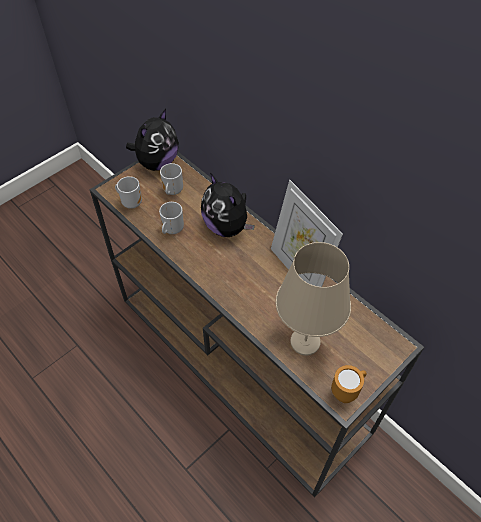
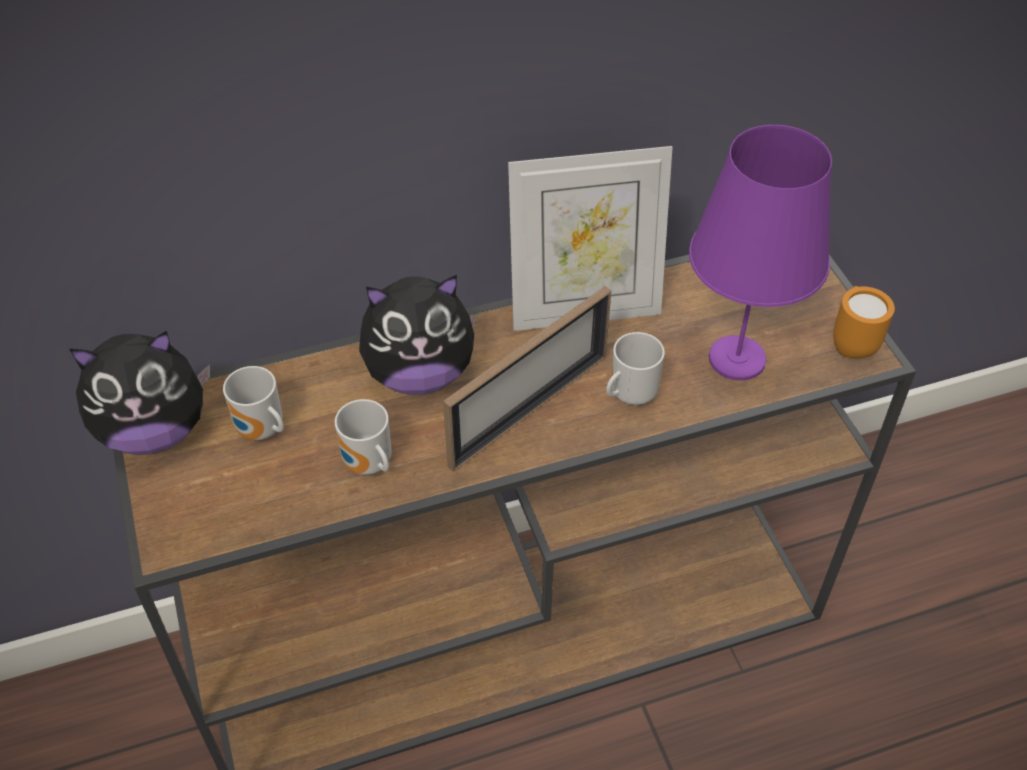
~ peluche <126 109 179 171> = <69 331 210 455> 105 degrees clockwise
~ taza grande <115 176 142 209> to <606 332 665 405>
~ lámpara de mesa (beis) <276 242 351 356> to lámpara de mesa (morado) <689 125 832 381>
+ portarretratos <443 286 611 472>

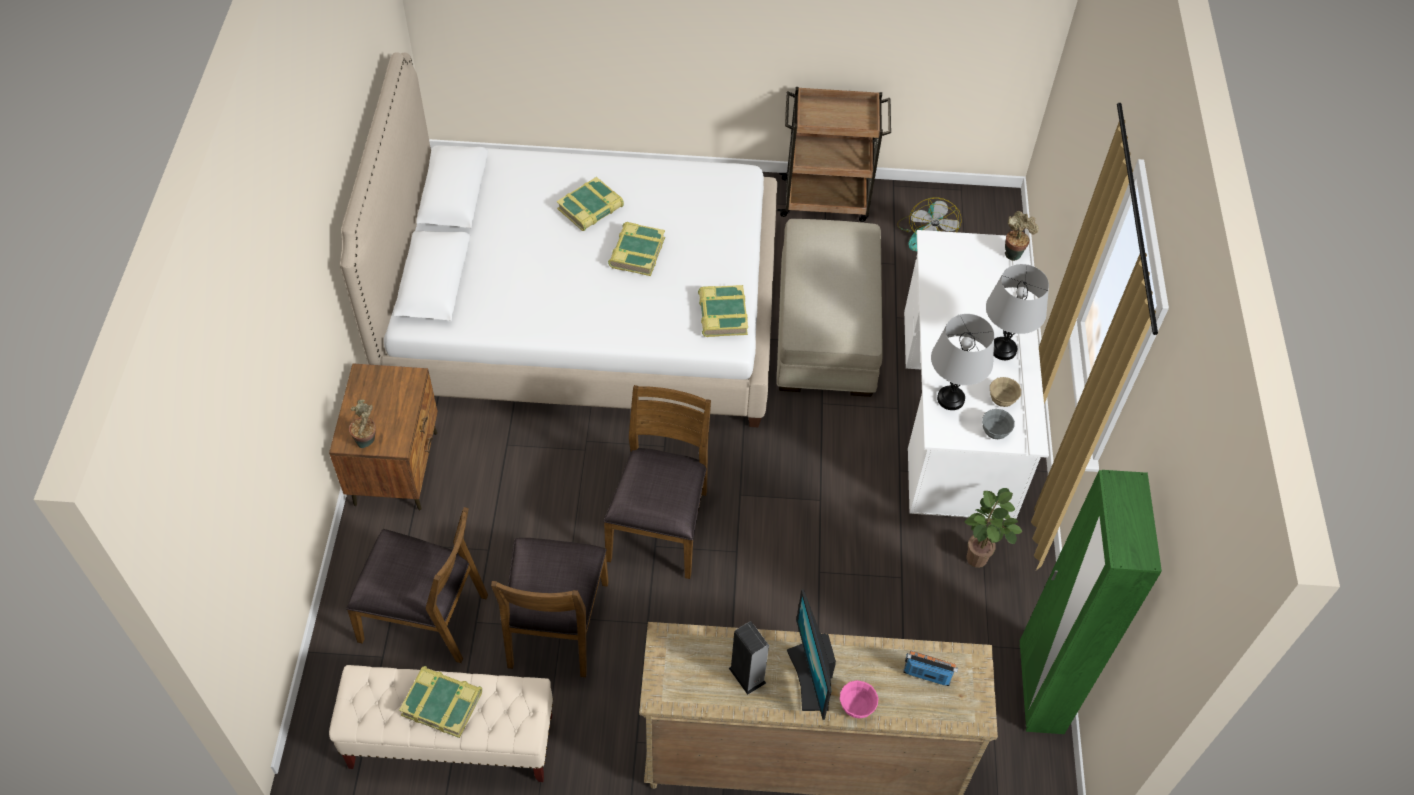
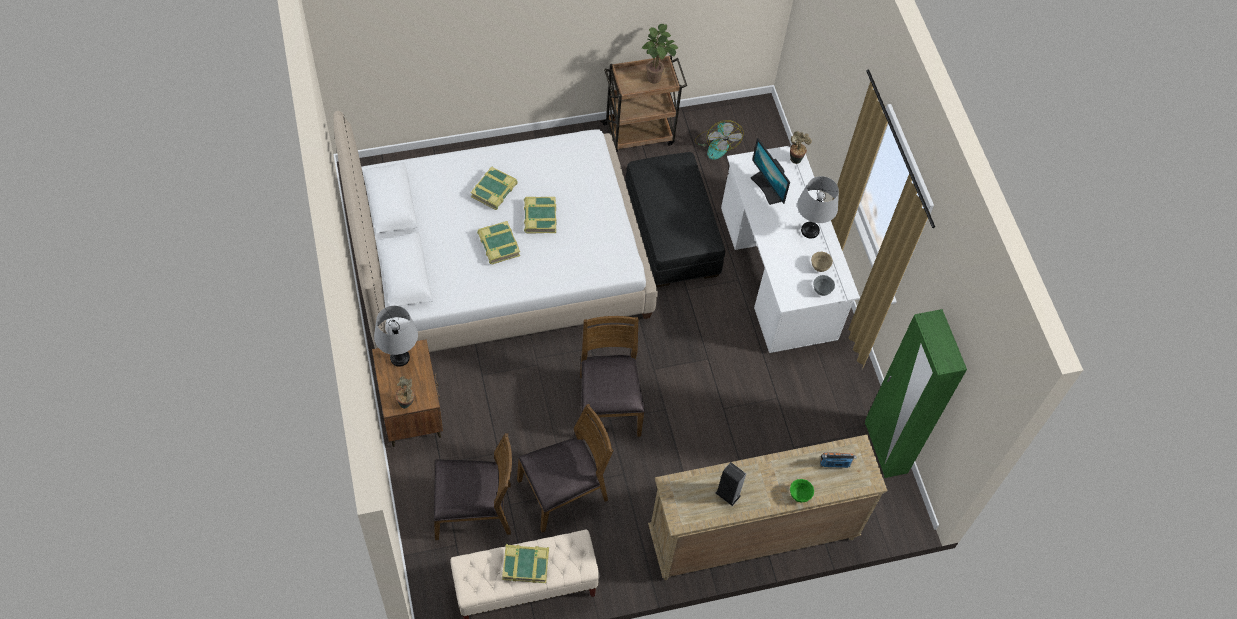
~ puf (beis) <777 219 883 397> to puf (negro) <625 152 725 287>
~ libro <698 285 748 337> to <477 221 520 264>
~ lámpara de mesa (gris) <931 314 994 410> to <374 306 418 367>
~ planta en maceta <964 488 1022 568> to <642 24 678 84>
~ silla (marrón) <491 538 609 678> = <517 404 613 533> 105 degrees counterclockwise
~ monitor <787 589 836 720> to <751 138 790 205>
~ cuenco (rosa) <840 680 878 719> to cuenco (verde) <790 479 814 502>

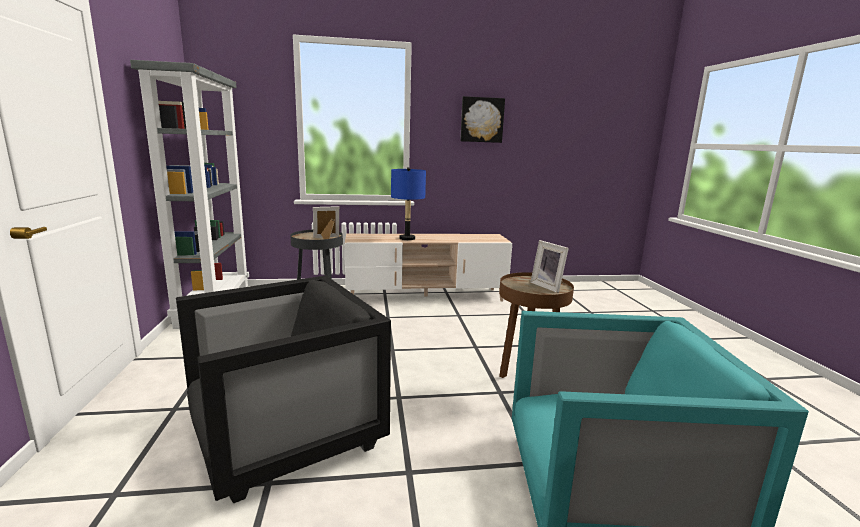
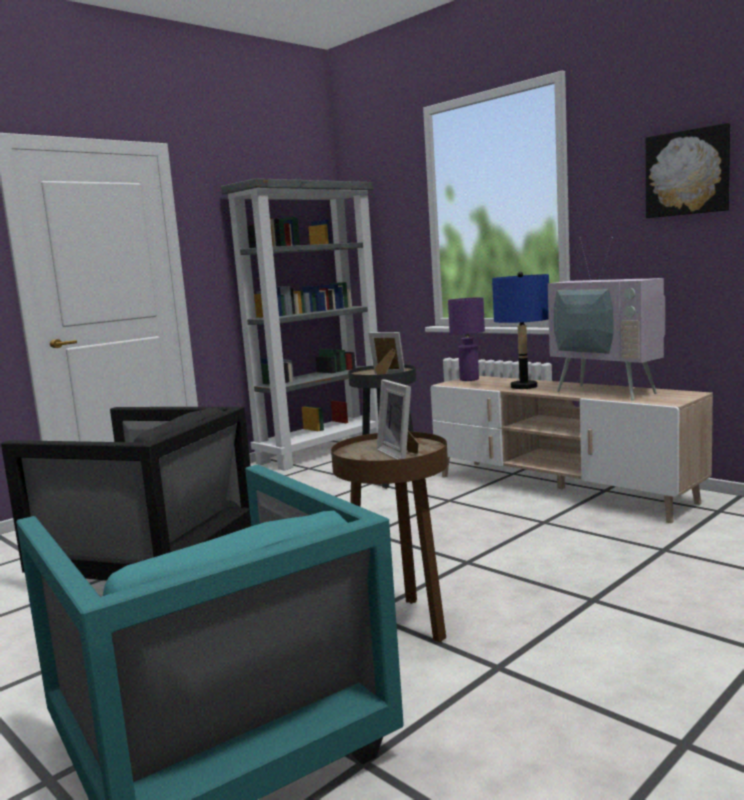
~ portarretratos <530 240 569 293> = <377 379 418 459> 45 degrees counterclockwise
+ televisor <548 237 665 401>
+ lámpara de mesa (morado) <448 297 485 381>

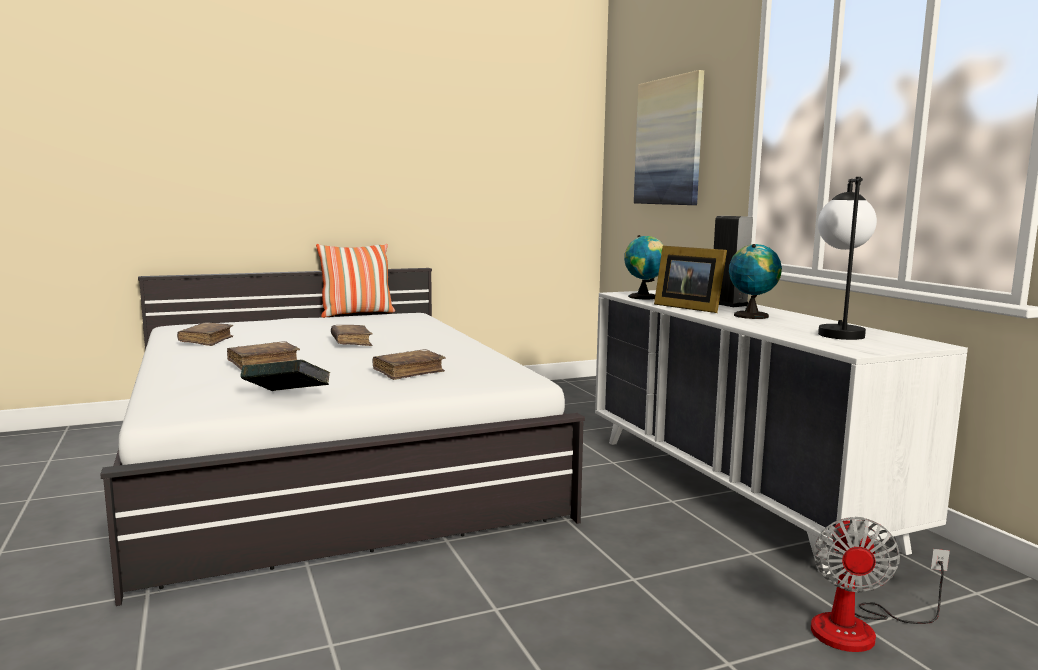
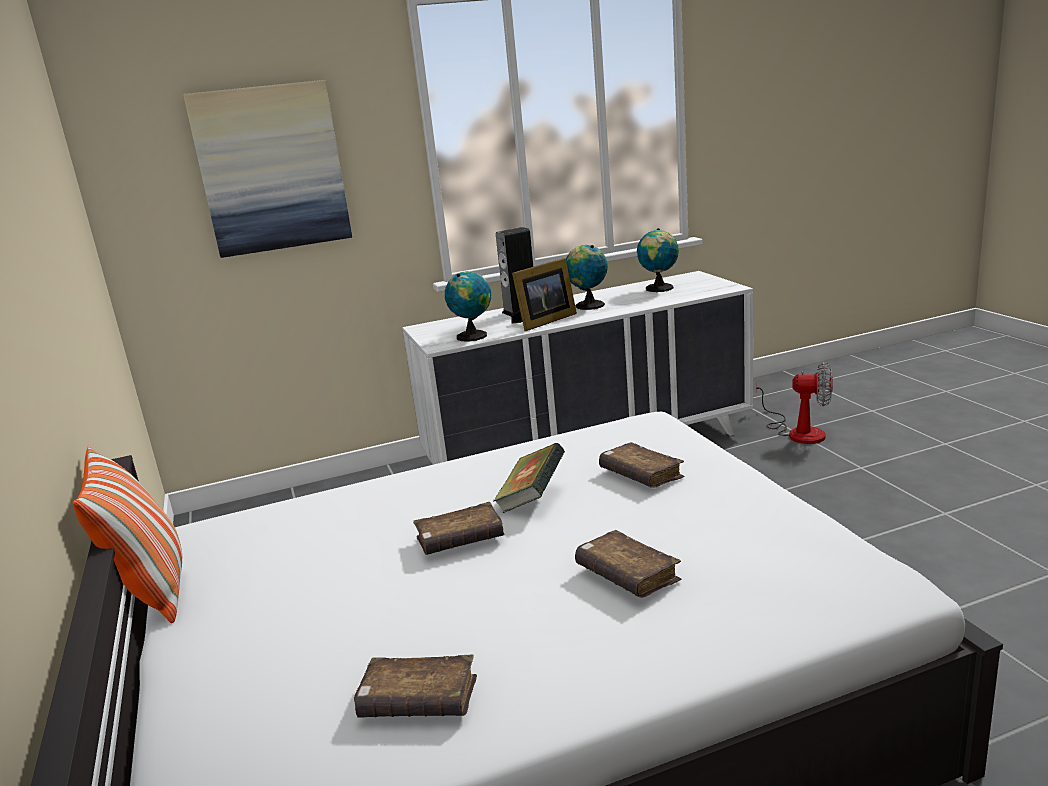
~ lámpara de mesa <818 177 877 340> to globo terráqueo <637 228 679 292>
~ libro <241 360 330 391> to <493 443 565 513>

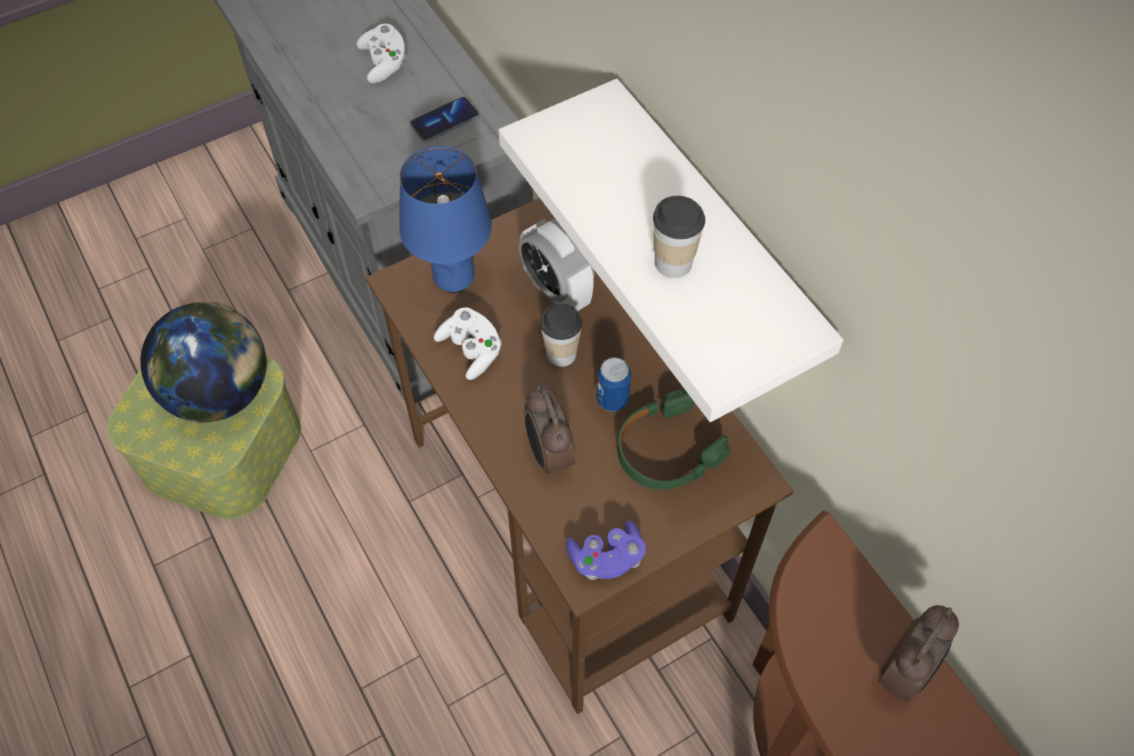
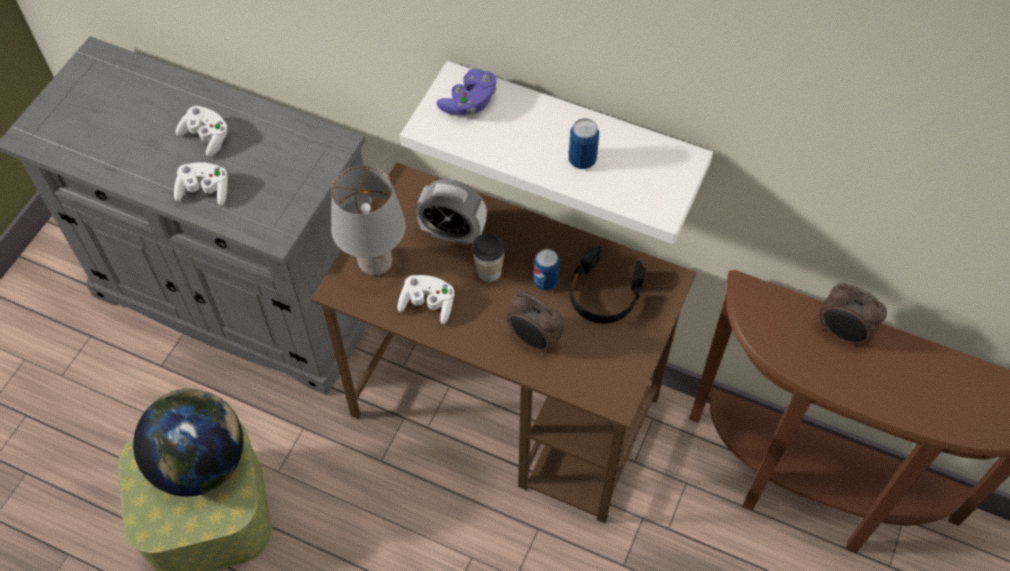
- móvil <410 97 479 142>
~ lámpara de mesa (azul) <399 146 492 293> to lámpara de mesa (gris) <331 165 406 276>
~ taza <653 196 705 278> to lata <568 119 599 169>
~ auriculares (verde) <618 389 730 490> to auriculares (negro) <570 246 646 324>
~ mando de consola (morado) <566 521 646 580> to <436 69 497 115>
~ despertador <878 605 959 702> = <819 284 887 347> 120 degrees clockwise
+ mando de consola (blanco) <174 162 228 206>

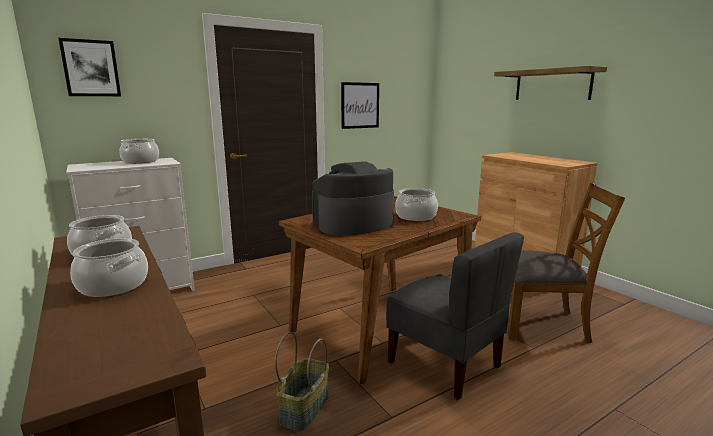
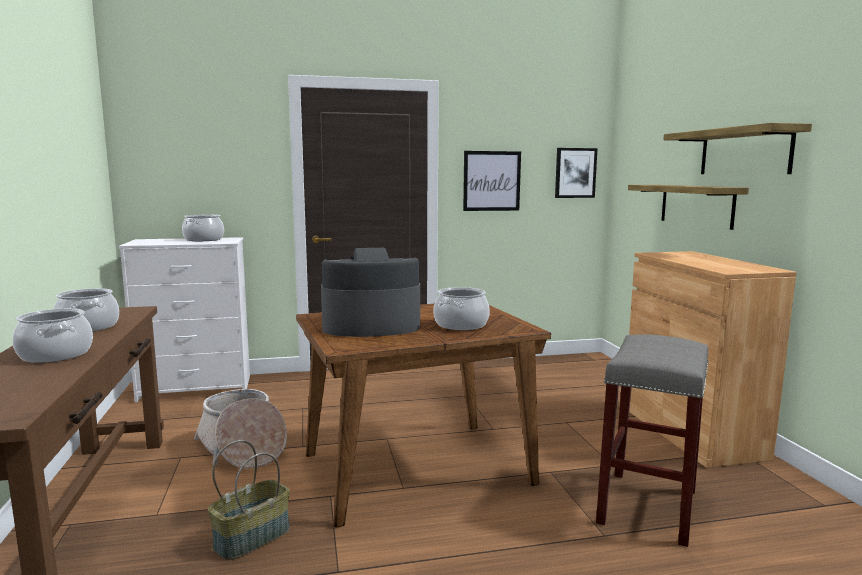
~ cuadro <58 38 121 96> to <555 148 598 198>
~ silla (marrón) <508 183 625 343> to taburete (gris) <596 334 709 547>
- silla (gris) <386 233 524 400>
+ estante <628 185 749 230>
+ cesta <194 389 287 469>

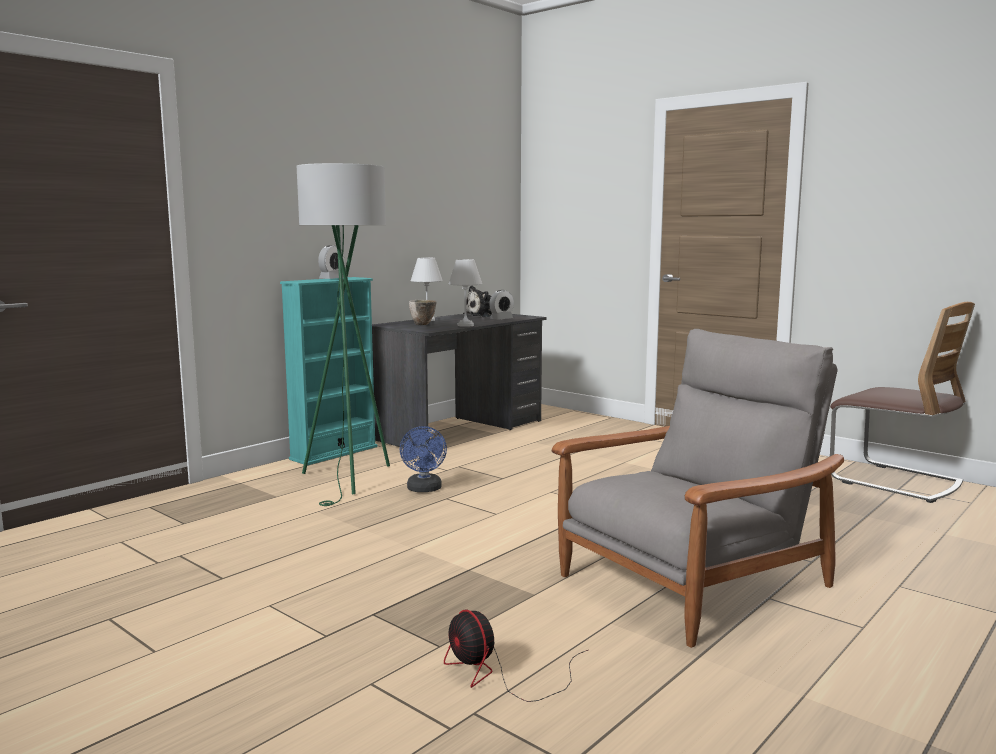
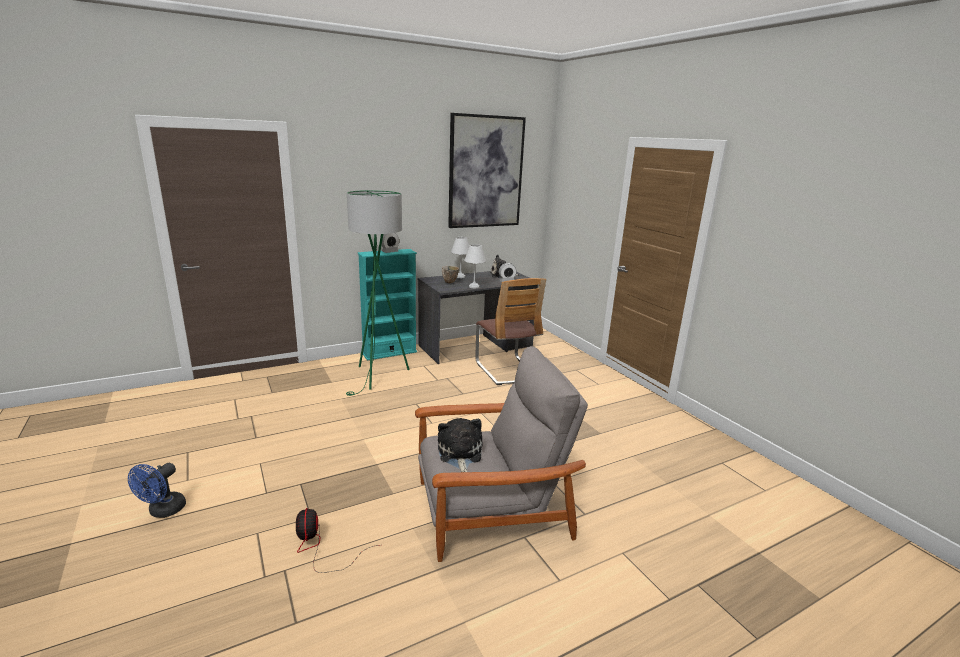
~ silla <830 302 975 503> to <475 278 546 385>
~ ventilador (azul) <400 426 447 492> to <128 463 186 518>
+ cuadro <448 113 526 228>
+ peluche <438 418 483 472>

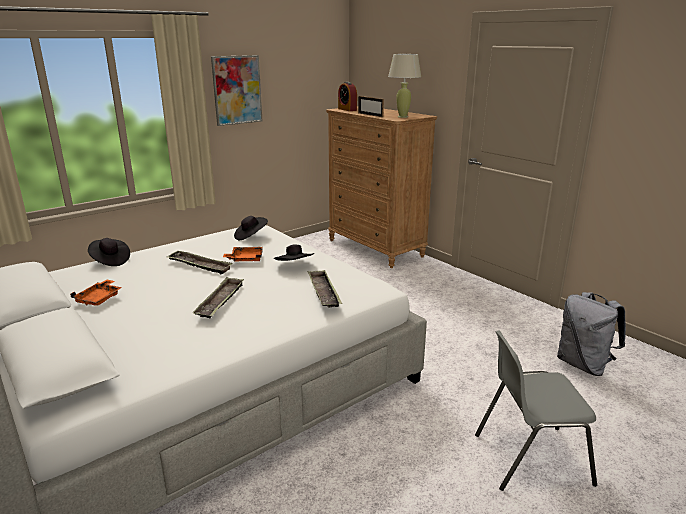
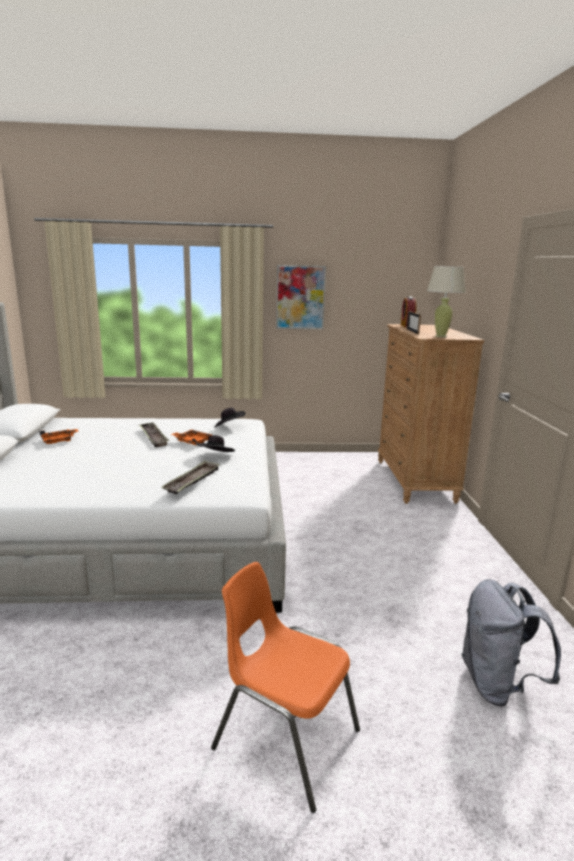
- sombrero (negro) <88 238 130 266>
- bandeja <193 277 244 319>
~ silla (gris) <475 331 597 491> to silla (naranja) <211 562 360 813>

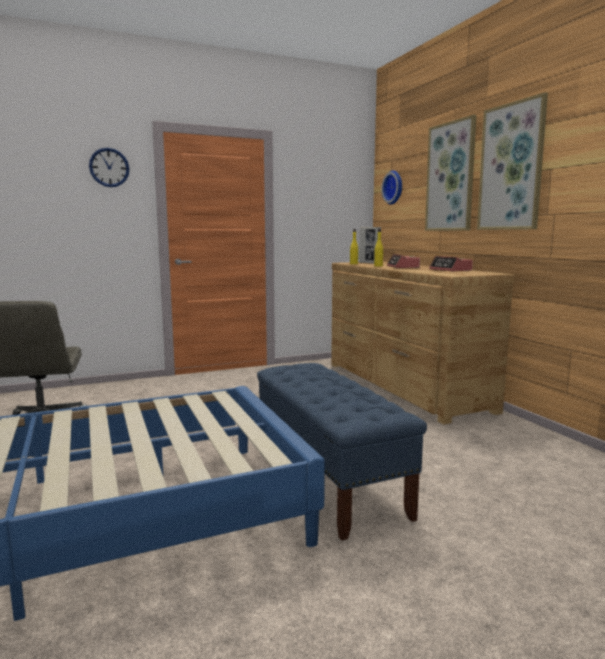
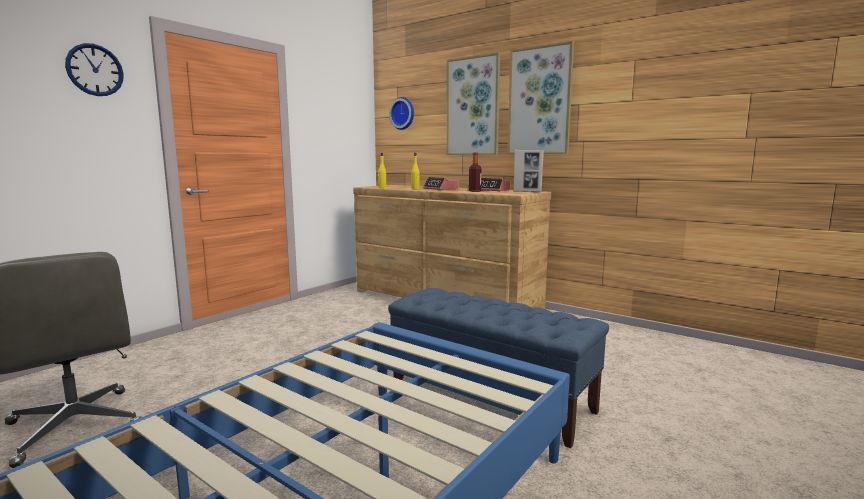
~ portarretratos <359 227 381 264> to <513 150 544 192>
+ botella <469 152 481 192>

